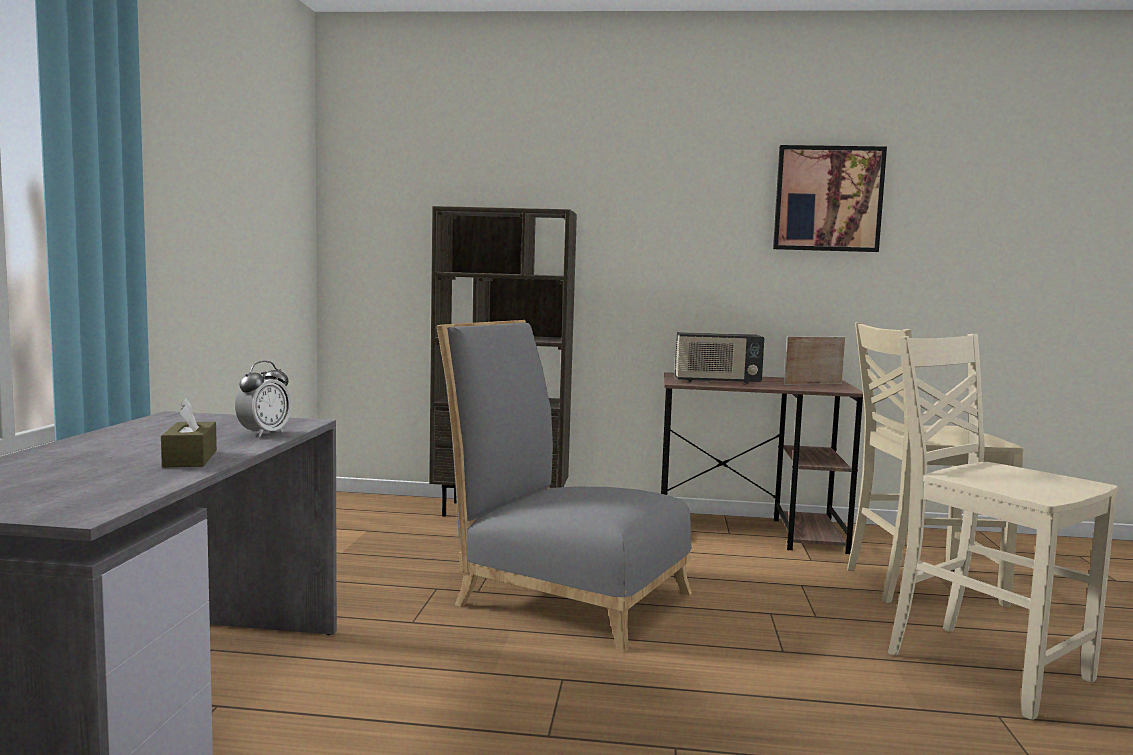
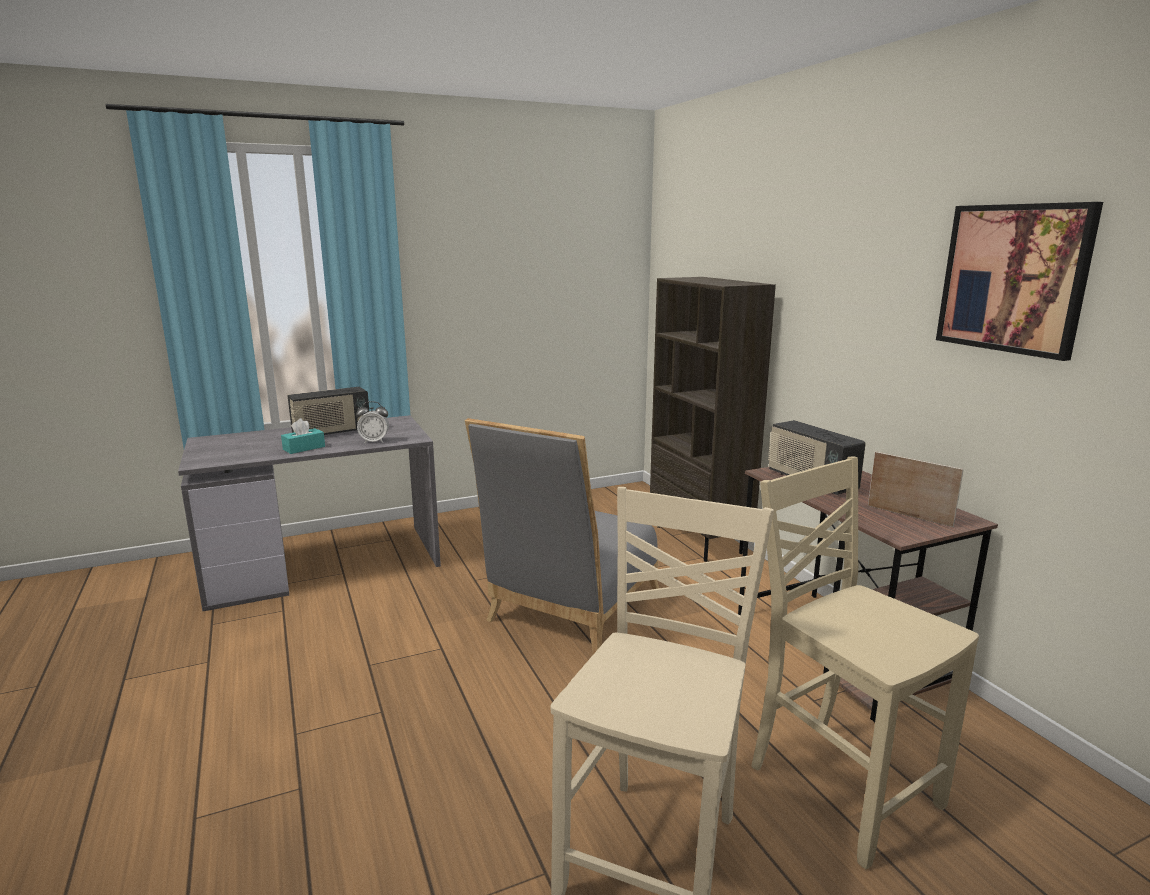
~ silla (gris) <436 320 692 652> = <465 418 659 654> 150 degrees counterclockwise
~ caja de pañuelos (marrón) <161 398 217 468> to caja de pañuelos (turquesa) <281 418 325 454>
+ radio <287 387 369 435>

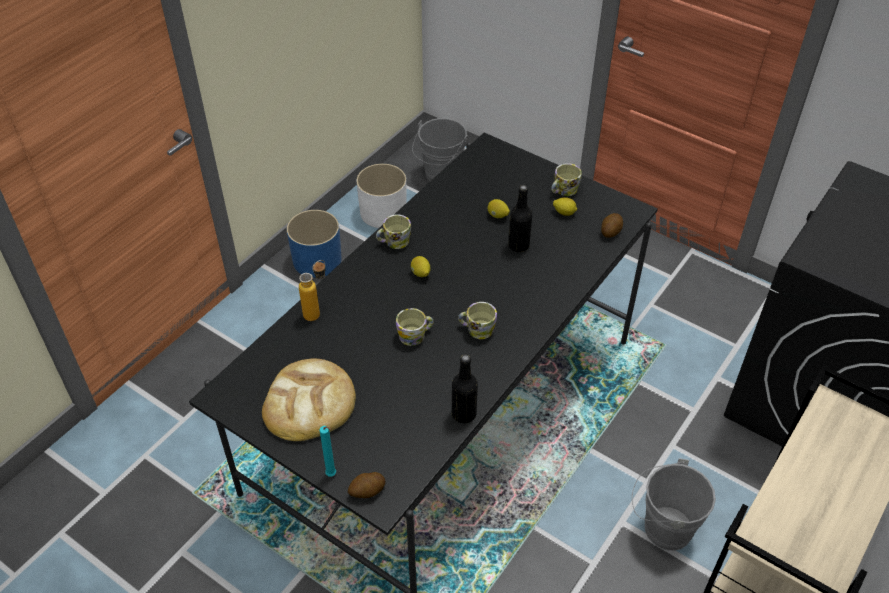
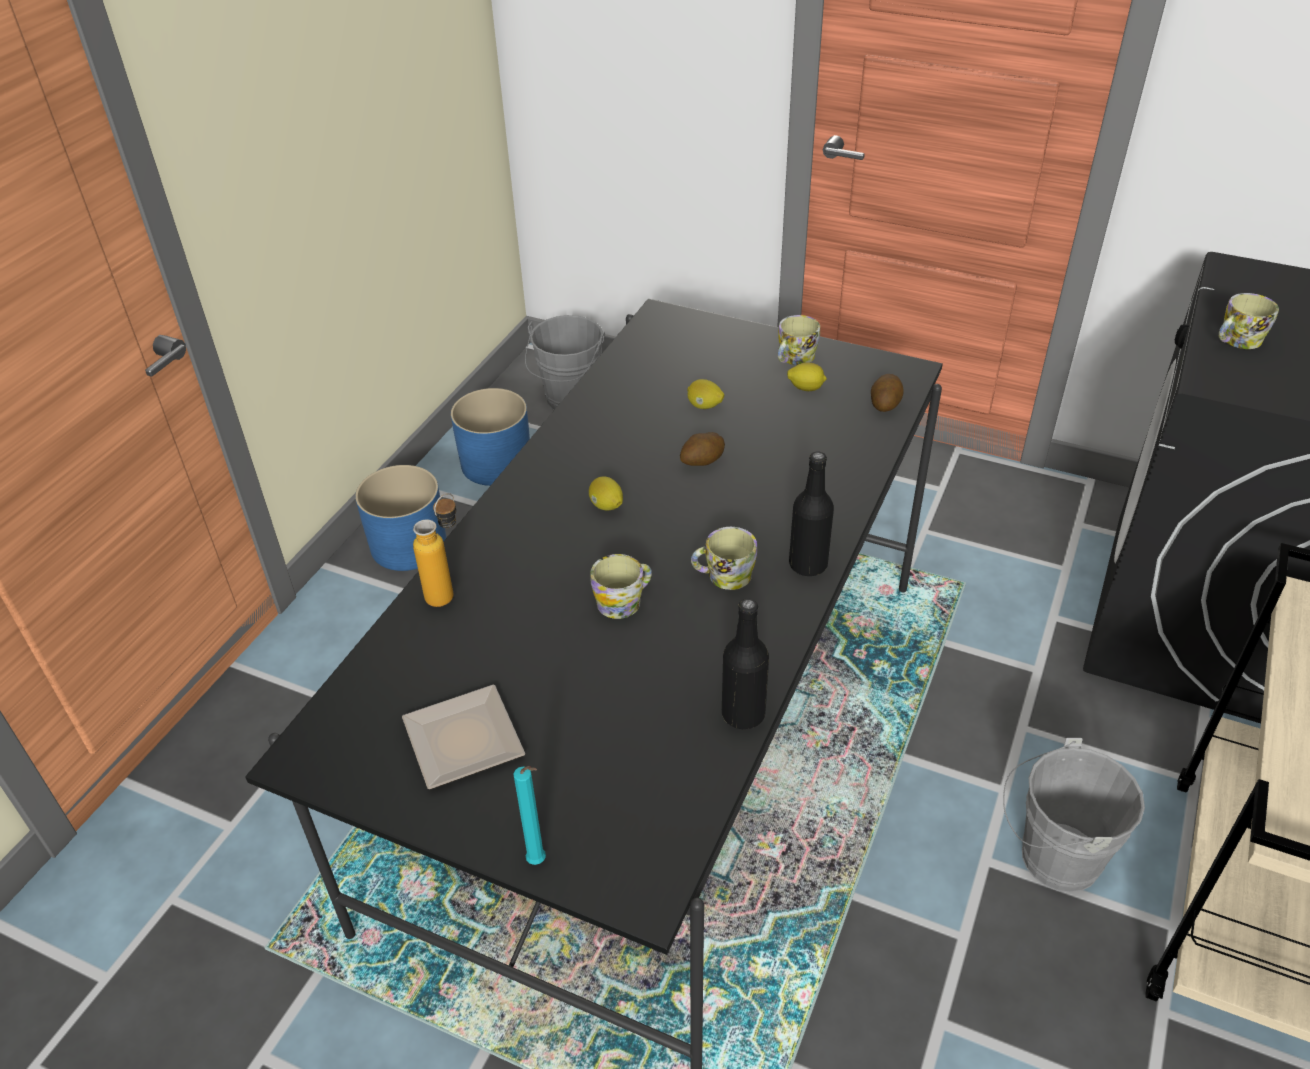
~ maceta (blanco) <356 164 407 228> to maceta (azul) <451 388 530 486>
~ botella (negro) <508 185 532 252> to <789 452 834 577>
~ taza grande <376 214 411 249> to <1219 293 1279 349>
~ pan <262 359 356 441> to plato <402 685 525 789>
~ patata <348 472 385 498> to <680 432 725 466>

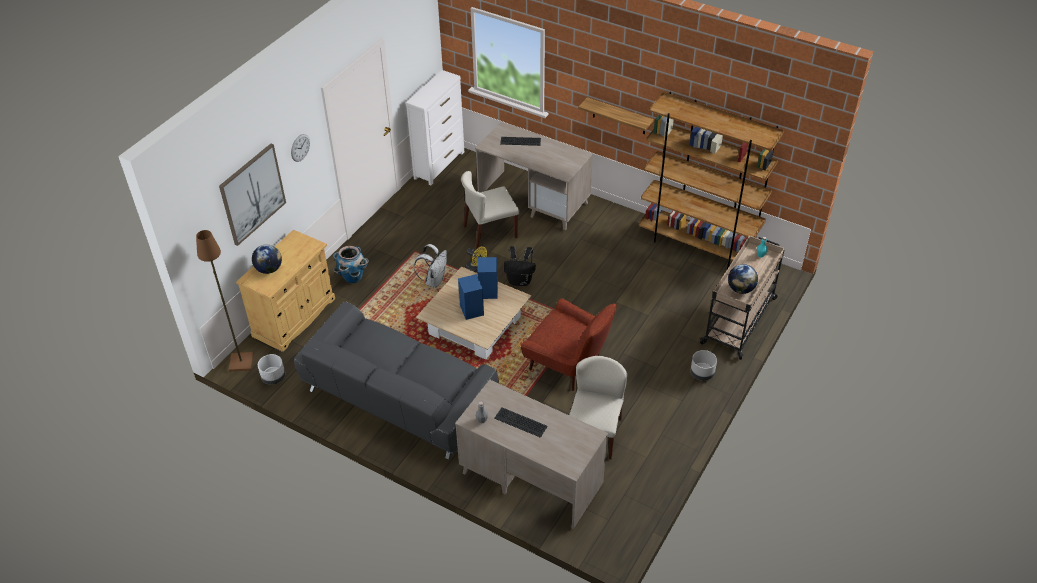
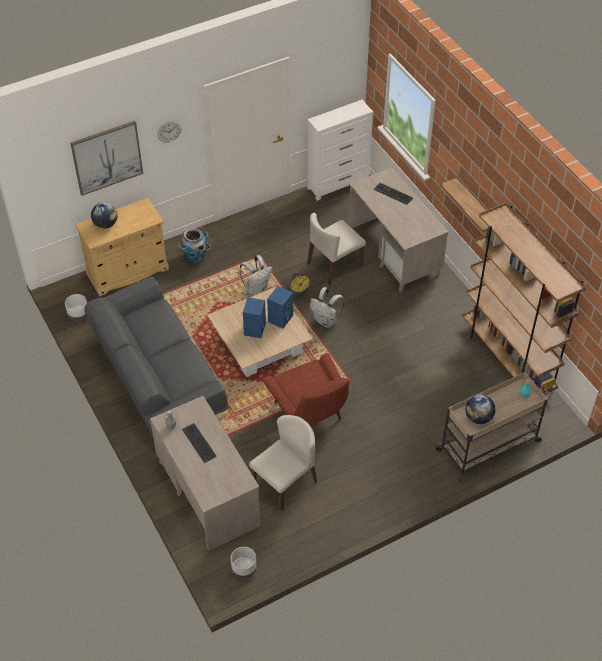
~ silla (beis) <461 171 519 249> = <307 213 366 285> 45 degrees counterclockwise
- lámpara de pie (marrón) <196 230 254 371>
~ mochila (negro) <504 246 536 286> to mochila (blanco) <310 287 344 328>
~ maceta (gris) <691 350 717 381> to <231 547 257 578>

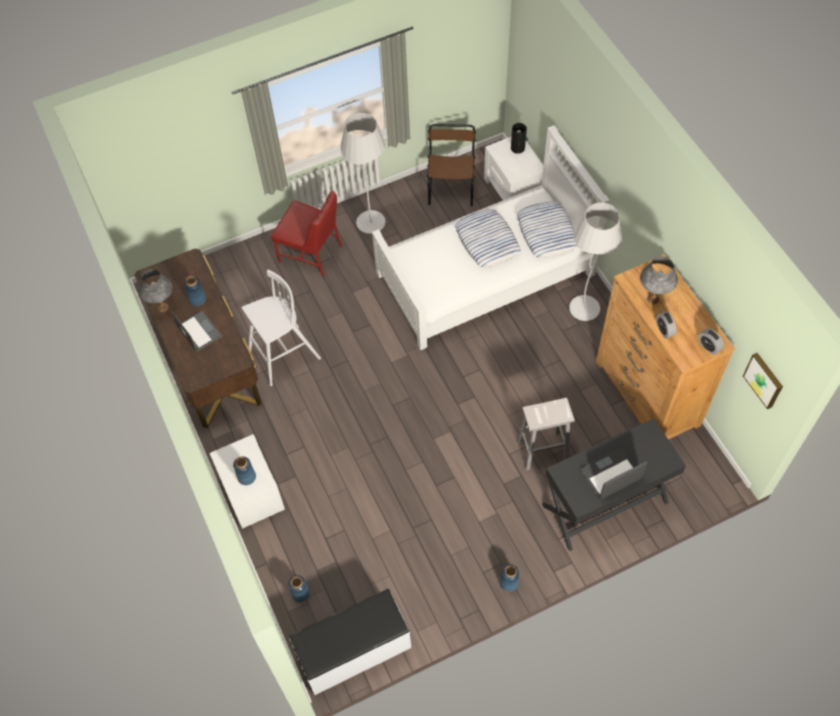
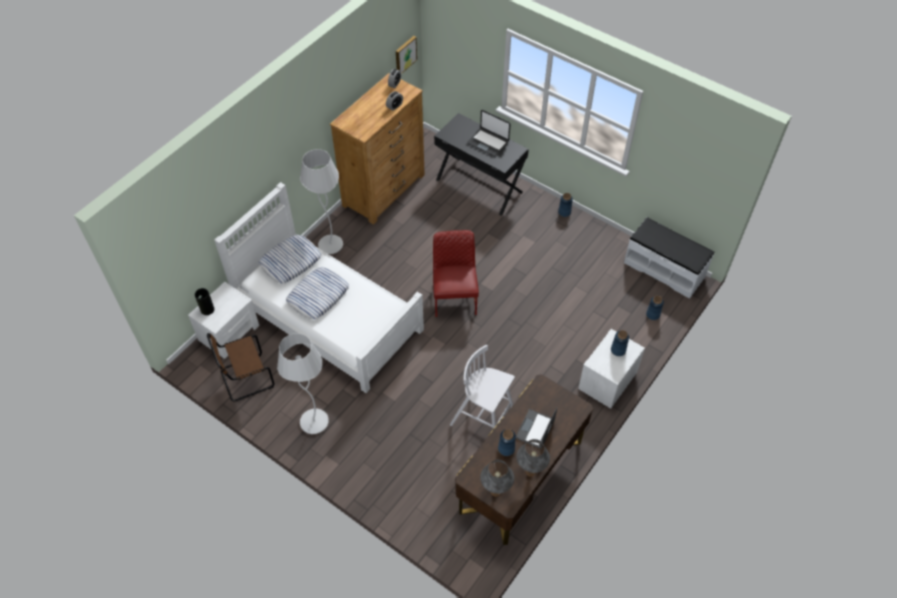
~ silla (rojo) <271 191 342 277> to <433 230 479 317>
~ lámpara de mesa (gris) <640 256 678 304> to <480 460 514 497>
- taburete (blanco) <517 398 575 470>

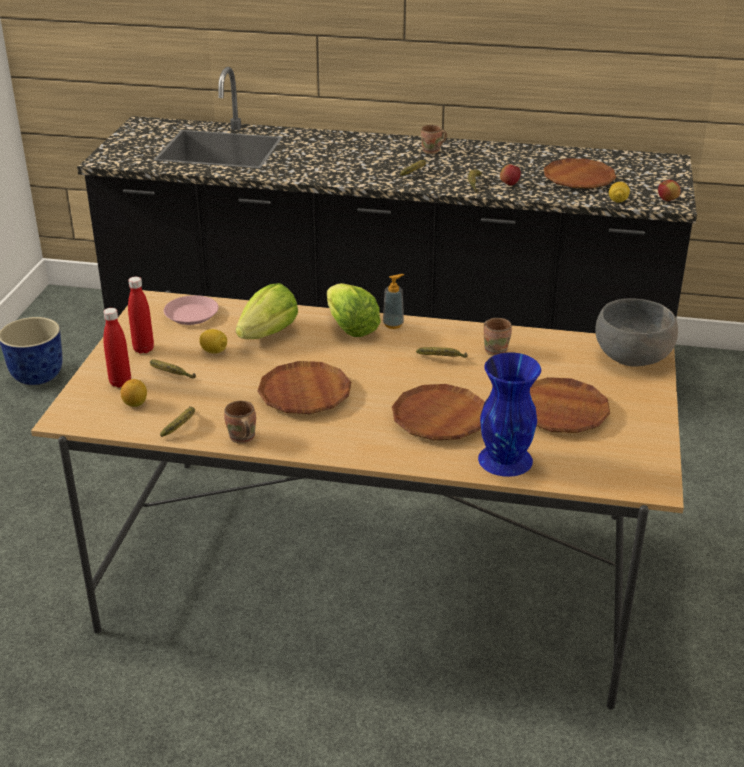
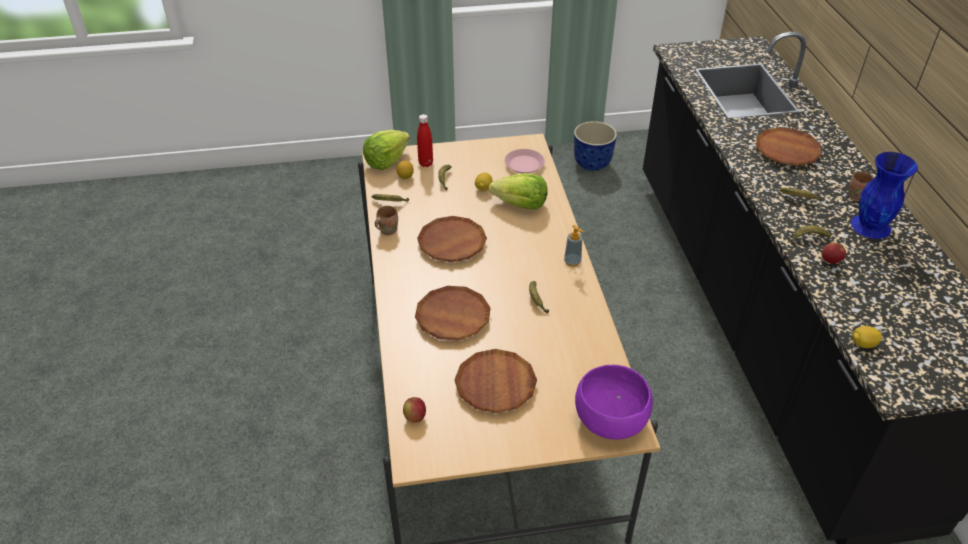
~ plato (marrón) <544 158 616 189> to <756 127 822 166>
~ manzana <658 180 681 201> to <403 397 426 423>
- botella (rojo) <128 277 154 354>
~ lechuga <327 283 381 337> to <363 130 410 170>
~ cuenco (gris) <595 298 678 367> to cuenco (morado) <575 365 653 440>
- taza grande (marrón) <484 318 512 356>
~ florero (azul) <478 352 541 477> to <851 152 918 239>

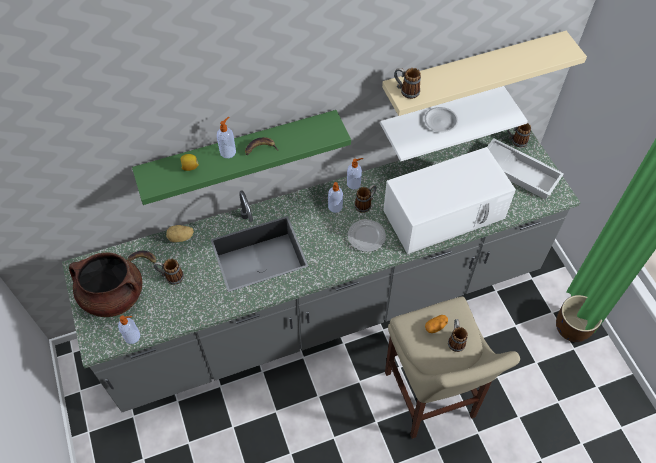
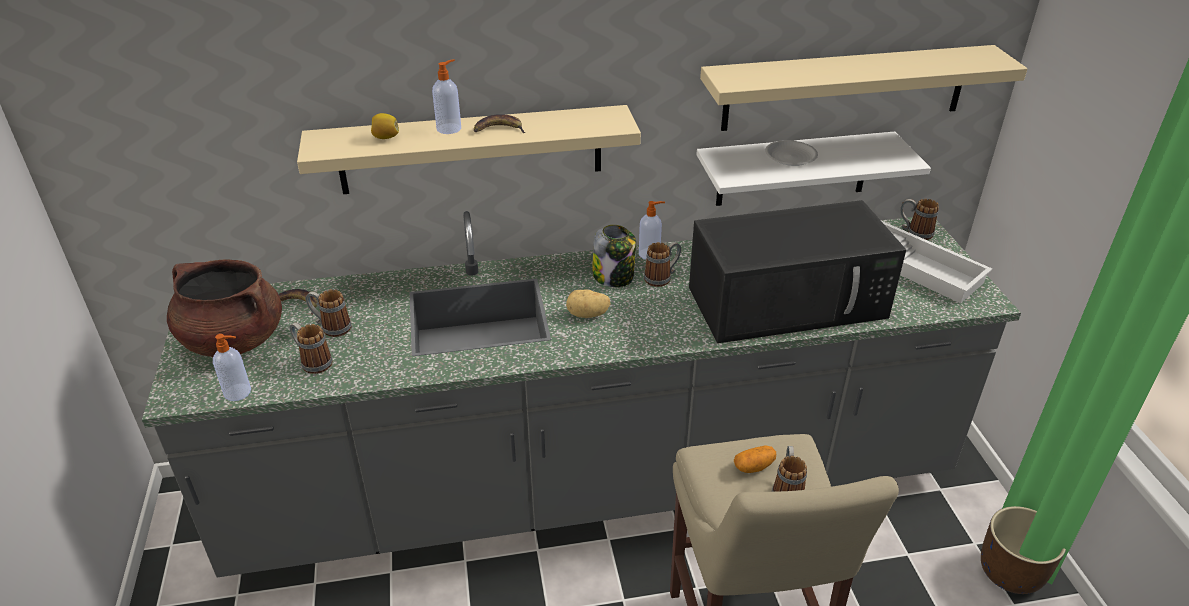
~ taza grande <394 68 421 99> to <289 322 332 374>
~ estante (verde) <132 110 351 205> to estante (beis) <297 105 641 194>
~ microondas (blanco) <383 147 516 254> to microondas (negro) <689 200 906 343>
~ dispensador de jabón <328 182 343 213> to tarro <592 225 636 287>
- plato <348 219 386 252>
~ patata <166 225 194 242> to <566 289 610 318>

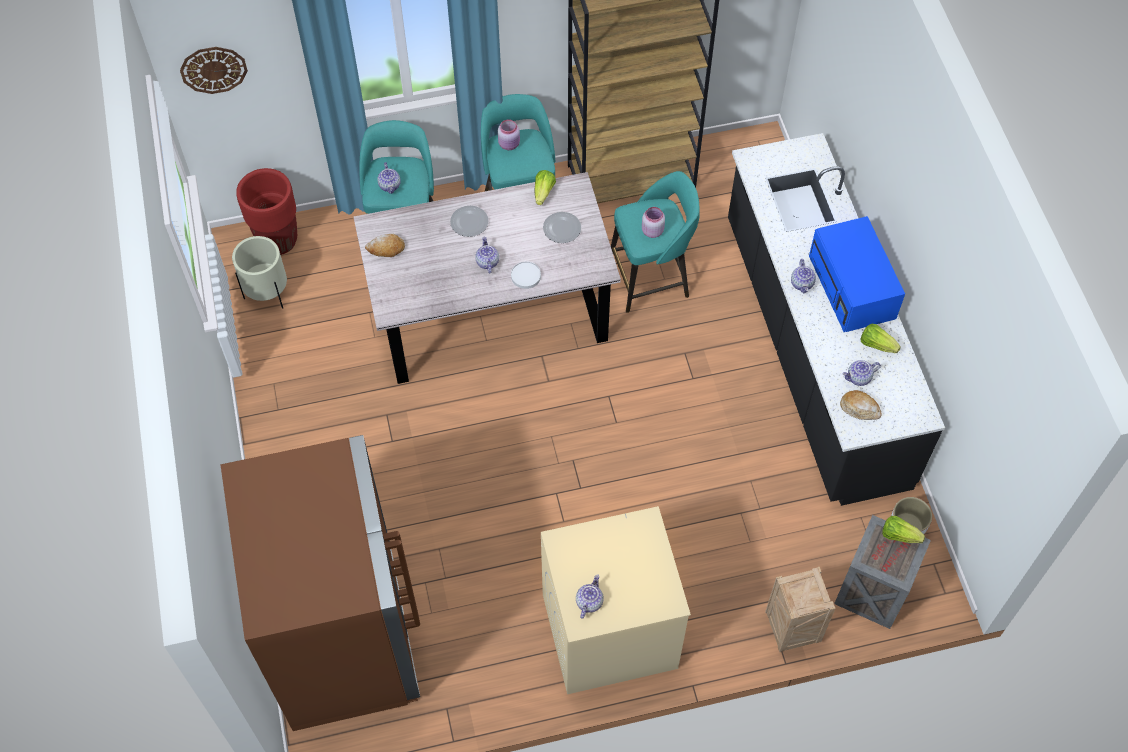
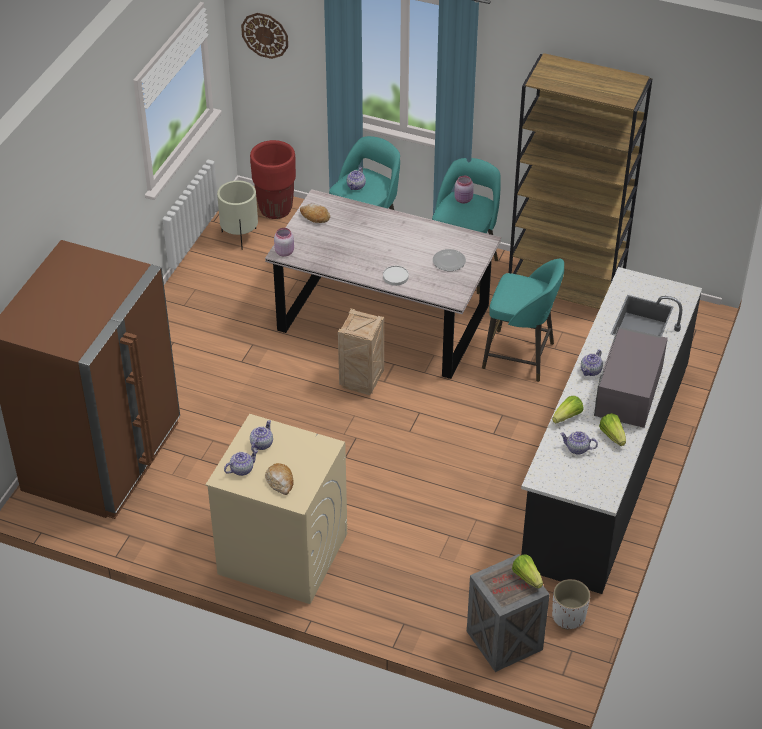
~ lechuga <535 170 556 205> to <552 396 584 424>
- plato <450 206 489 237>
~ tarro (rosa) <642 207 665 238> to <274 228 294 257>
~ microondas (azul) <809 216 905 332> to microondas (gris) <594 327 668 428>
~ tetera <475 237 499 274> to <250 420 273 452>
~ pan <840 390 881 420> to <265 463 294 495>
~ caja de embalaje <765 567 836 652> to <338 308 384 395>

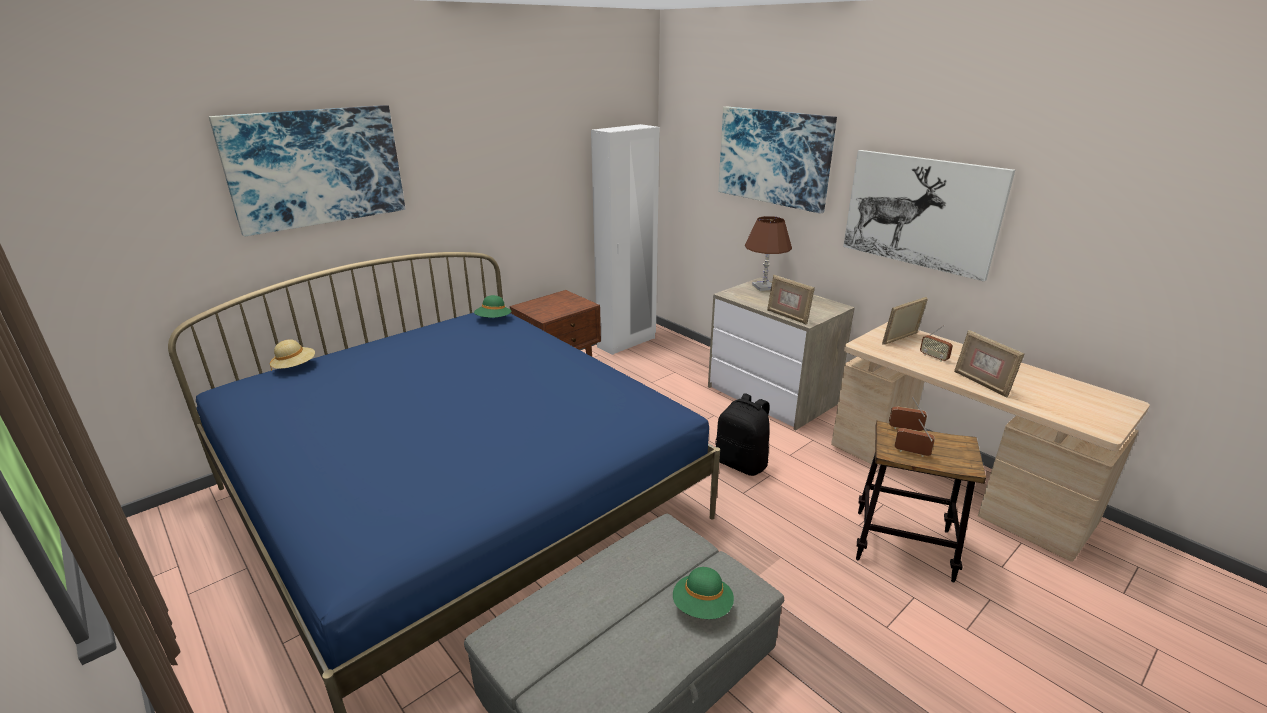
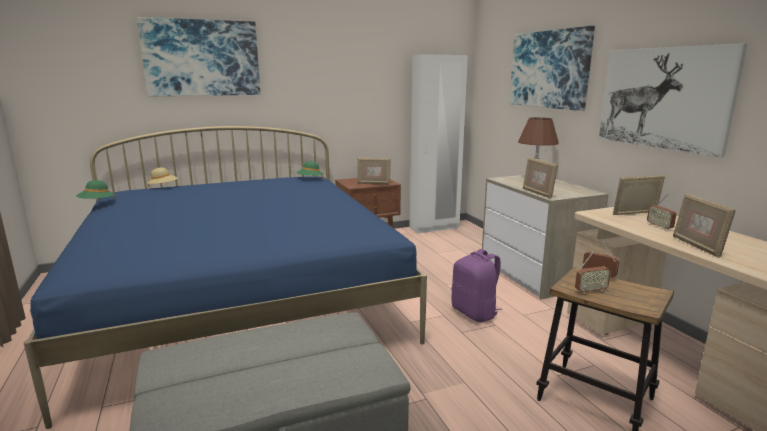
~ mochila (negro) <715 393 770 476> to mochila (morado) <452 249 502 322>
~ radio <894 419 935 457> = <575 251 611 294> 120 degrees clockwise
~ sombrero (verde) <673 567 734 619> to <76 180 115 199>
+ portarretratos <357 157 391 184>

